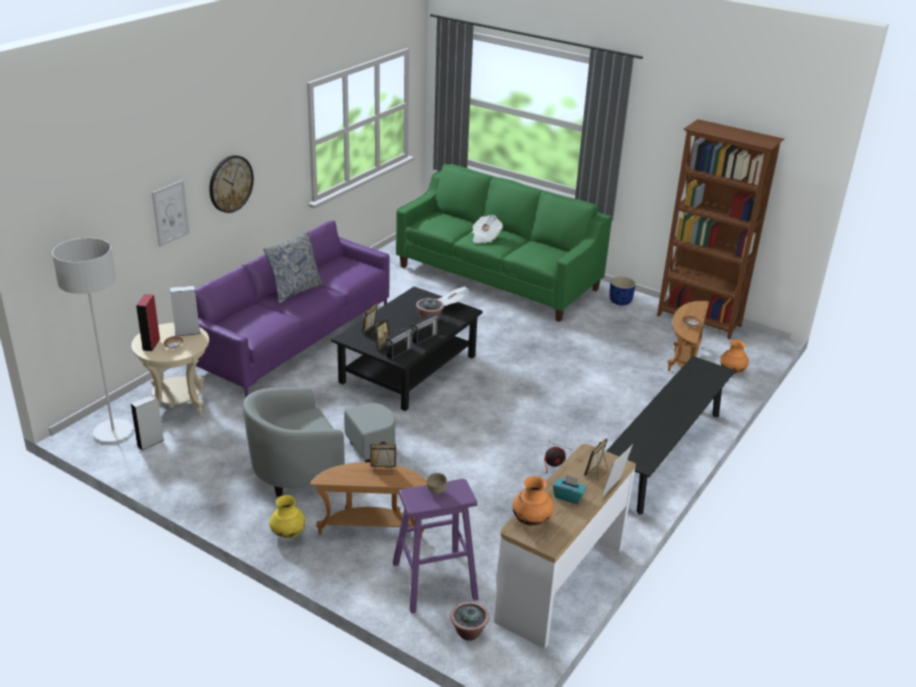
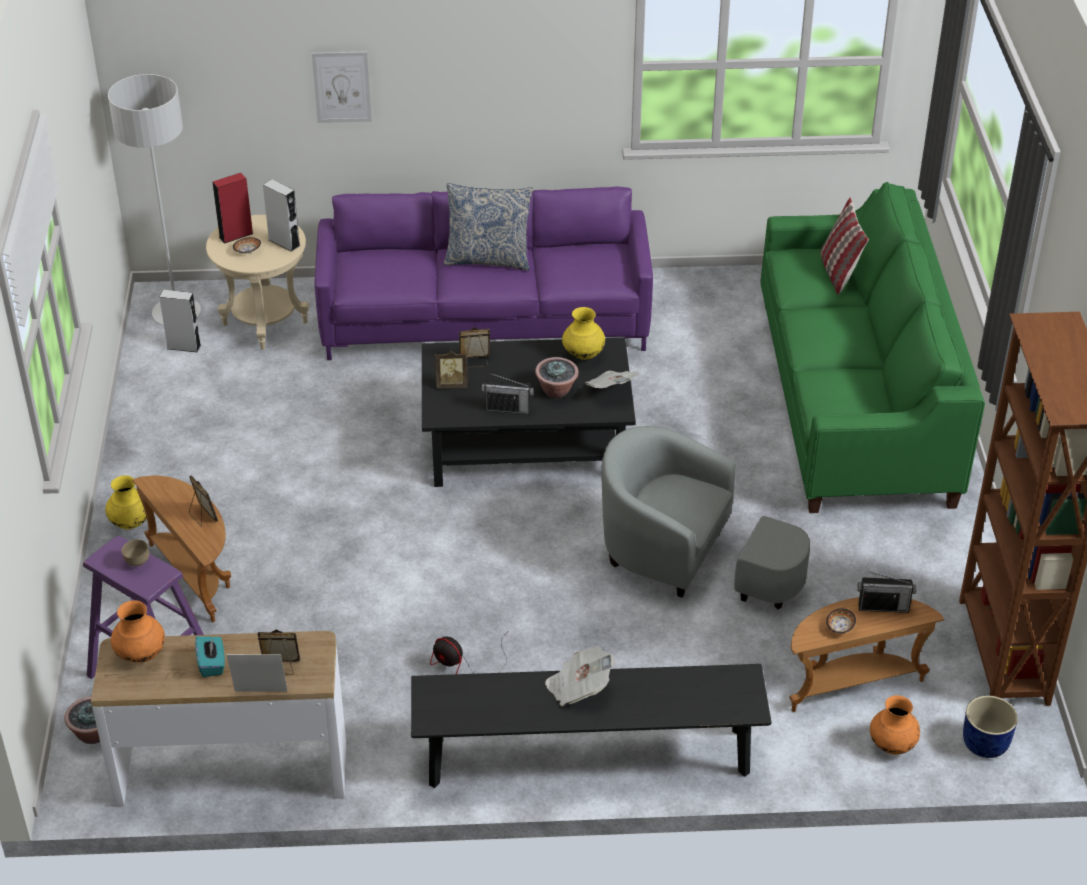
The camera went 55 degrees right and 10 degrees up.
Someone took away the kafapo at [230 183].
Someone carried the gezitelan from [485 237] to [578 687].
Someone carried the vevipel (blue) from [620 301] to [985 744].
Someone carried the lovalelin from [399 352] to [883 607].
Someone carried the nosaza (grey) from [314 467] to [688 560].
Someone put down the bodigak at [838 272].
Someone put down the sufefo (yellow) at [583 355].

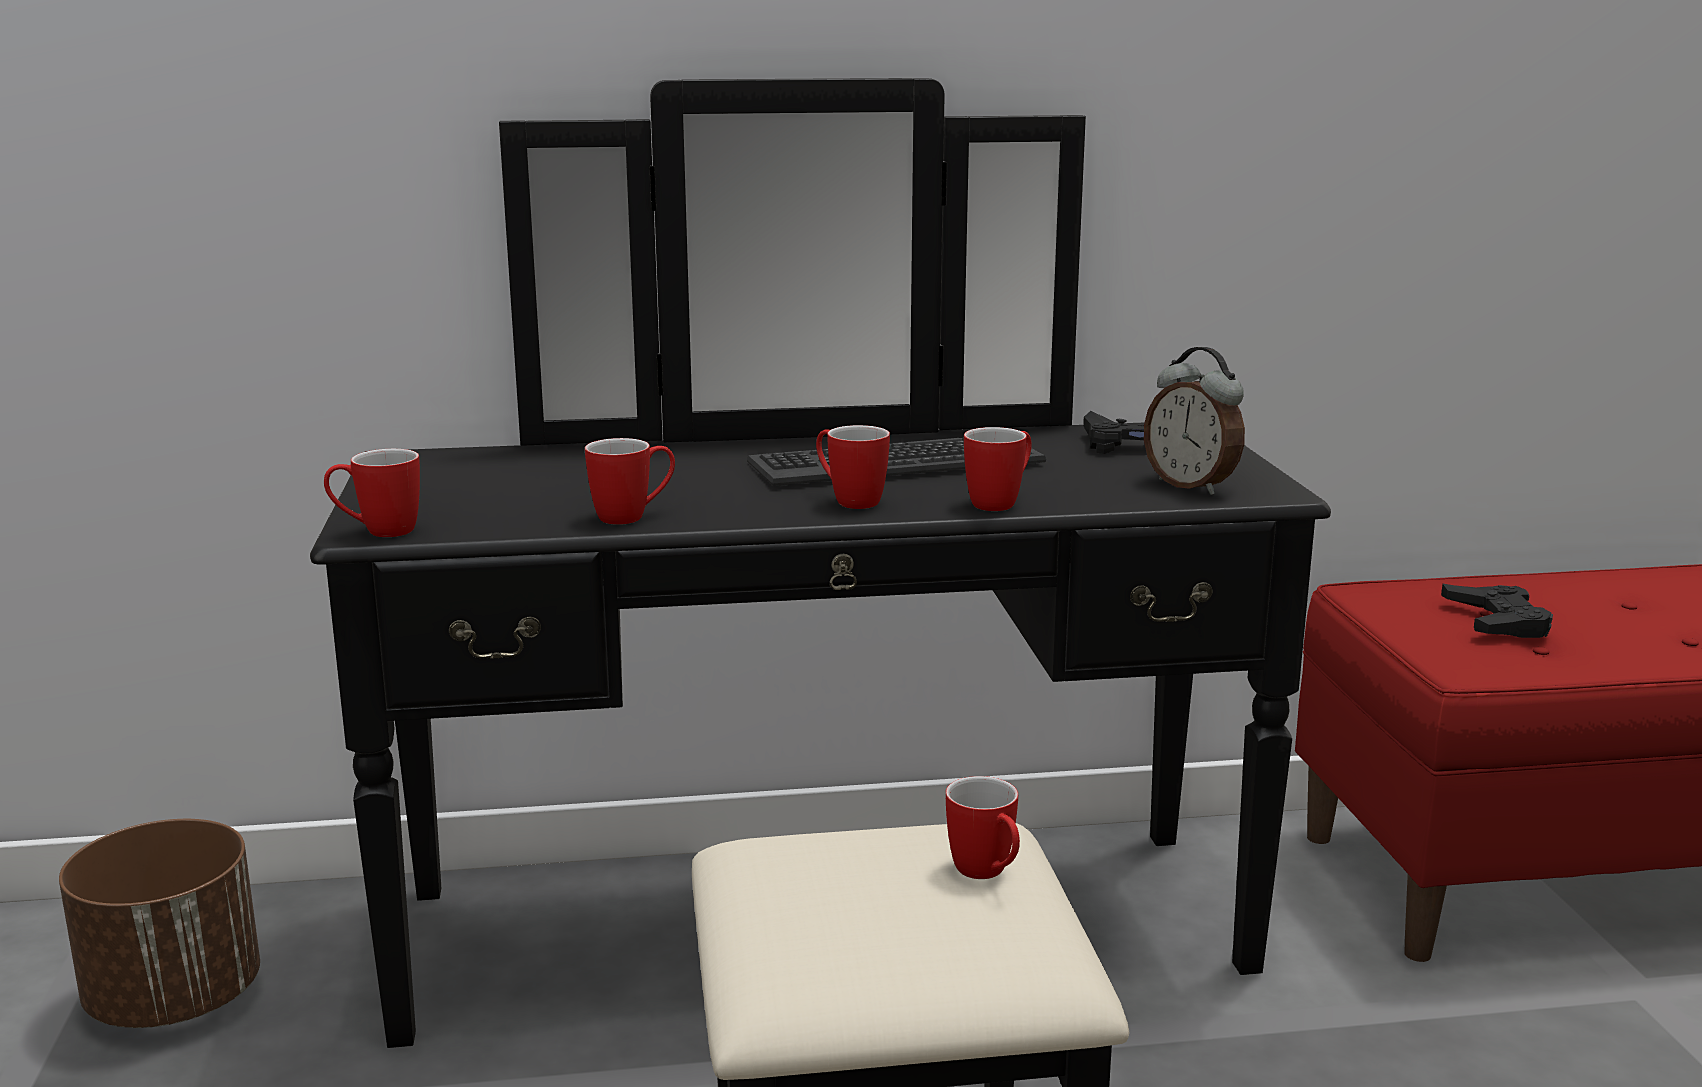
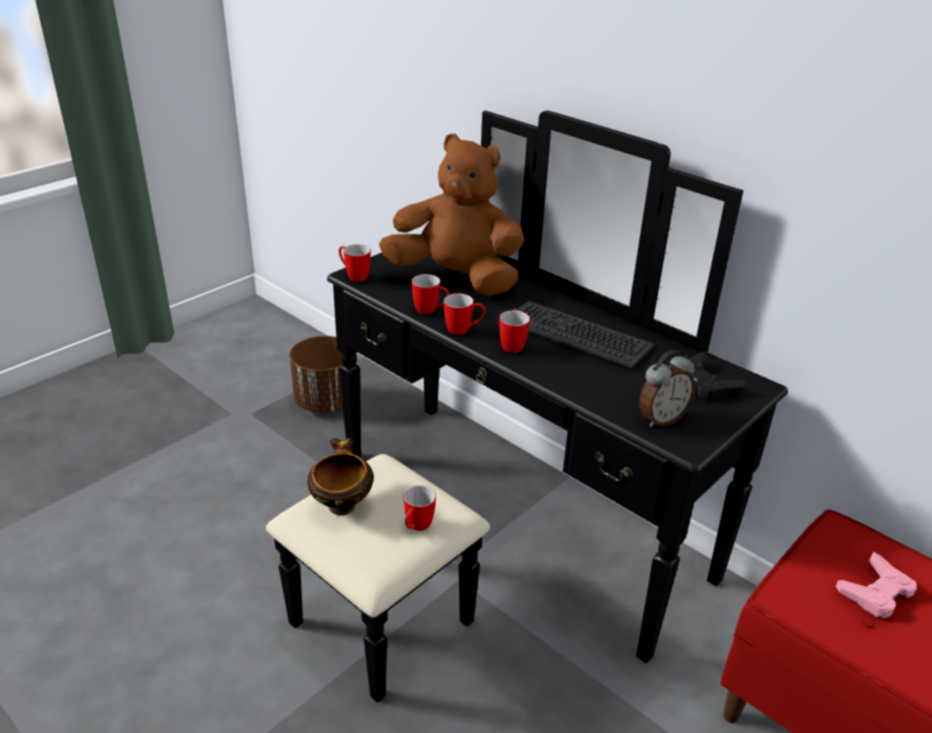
The camera went 50 degrees right and 15 degrees up.
Someone rotated the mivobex at [1192 486] by 135 degrees counterclockwise.
Someone carried the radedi from [1001 502] to [463 330].
Someone repainted the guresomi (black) at [1496 621], which became the guresomi (pink) at [876 592].
Someone put down the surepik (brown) at [456 278].
Someone put down the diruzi at [341 504].

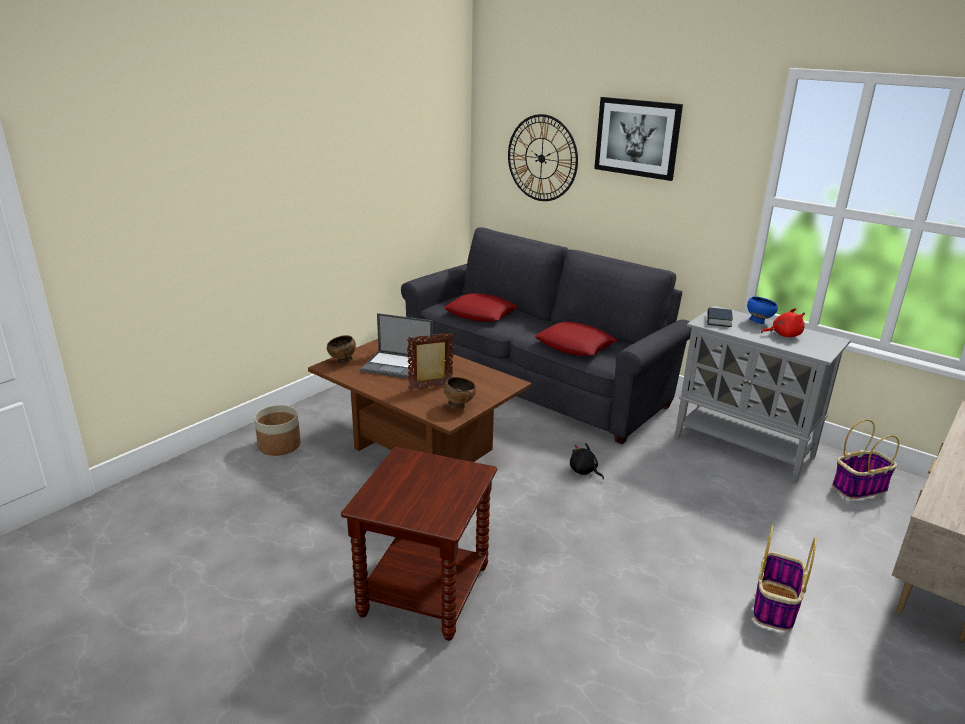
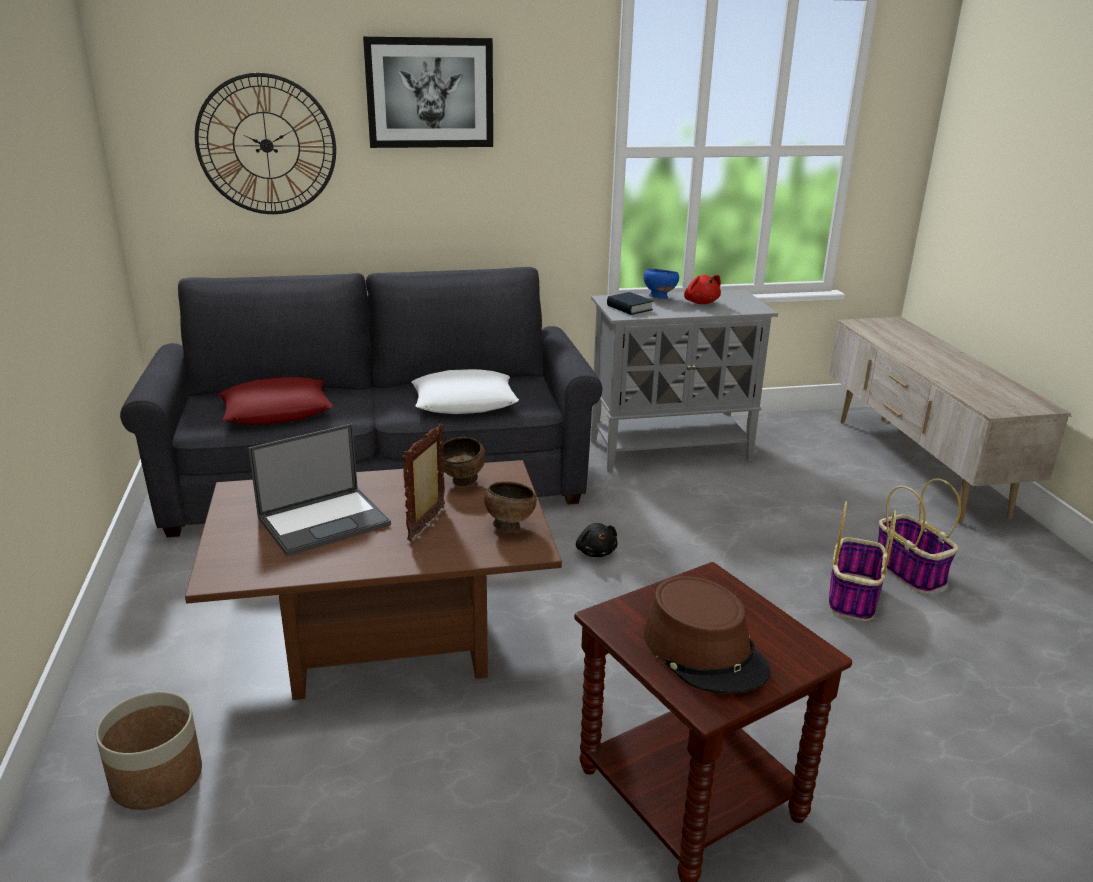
The camera went 50 degrees left and 0 degrees up.
Someone rotated the surepik (red) at [783 335] by 120 degrees clockwise.
Someone repainted the bodigak (red) at [575 345], which became the bodigak (white) at [464 402].
Someone carried the diruzi (brown) from [342 362] to [463 482].
Someone carried the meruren from [859 487] to [852 597].
Someone rotated the surepik (black) at [584 471] by 105 degrees counterclockwise.
Someone put down the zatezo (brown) at [704 651].

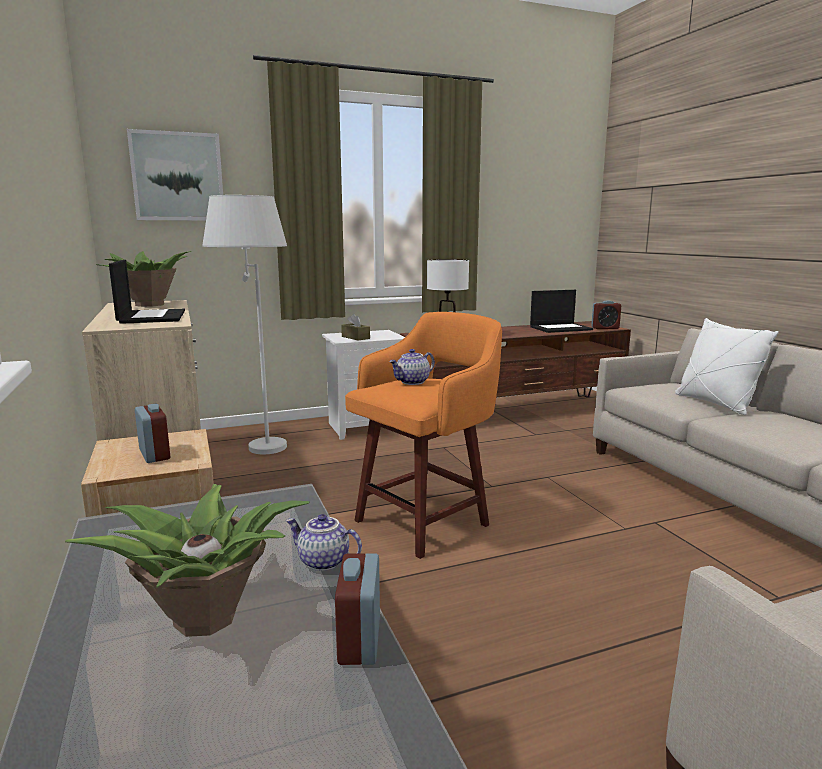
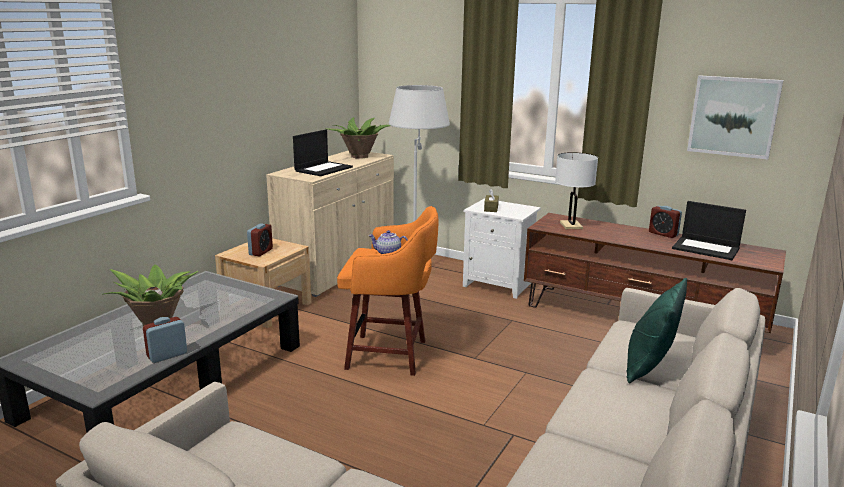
The camera went 50 degrees right and 5 degrees up.
Someone carried the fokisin from [178 177] to [733 116].
Someone carried the mivobex from [605 328] to [663 234].
Someone repainted the bodigak (white) at [715 404], which became the bodigak (green) at [648 367].
Someone took away the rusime at [322 562].

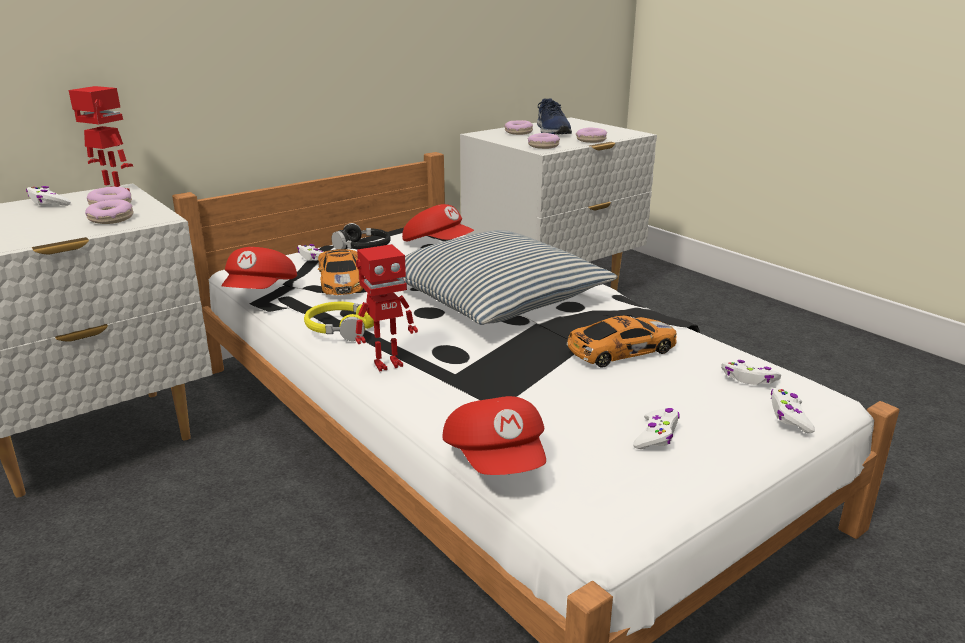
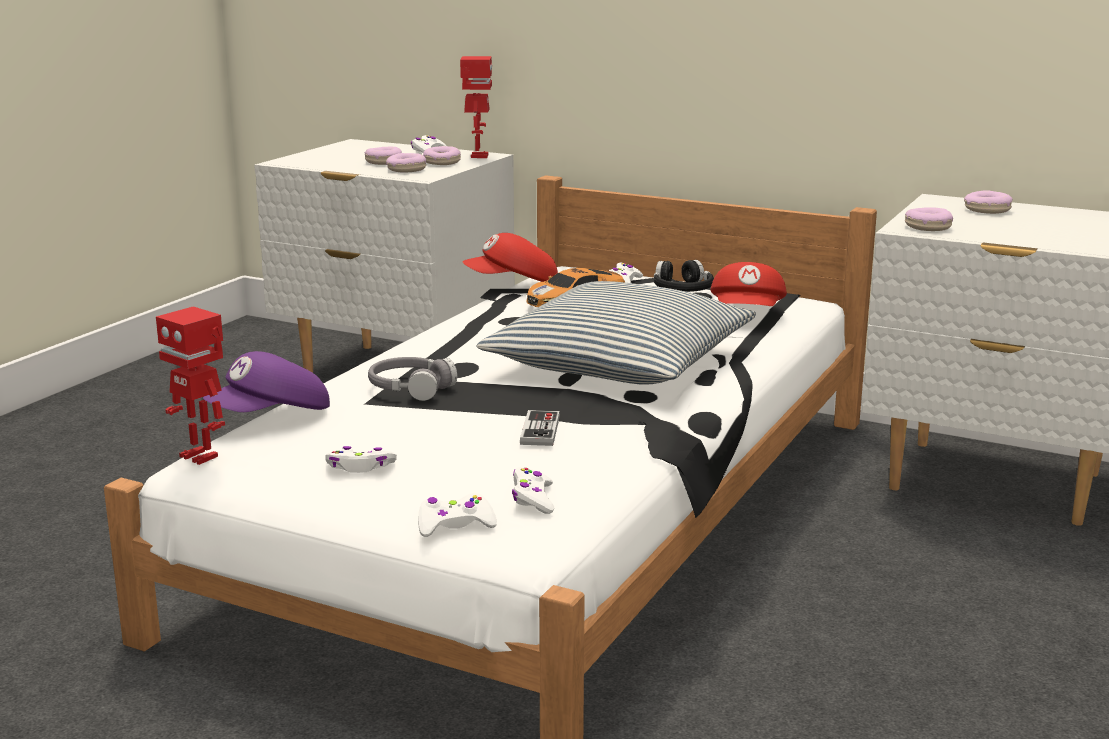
The camera went 65 degrees right and 5 degrees down.
Someone took away the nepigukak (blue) at [552 131].
Someone carried the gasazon from [591 140] to [383 162].
Someone carried the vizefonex from [387 364] to [201 456].
Someone took away the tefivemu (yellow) at [341 329].
Someone swapped the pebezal at [620 350] for the guresomi at [540 430].
Someone repainted the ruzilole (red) at [498 461], which became the ruzilole (purple) at [271 417].
Someone put down the tefivemu (grey) at [411 388].

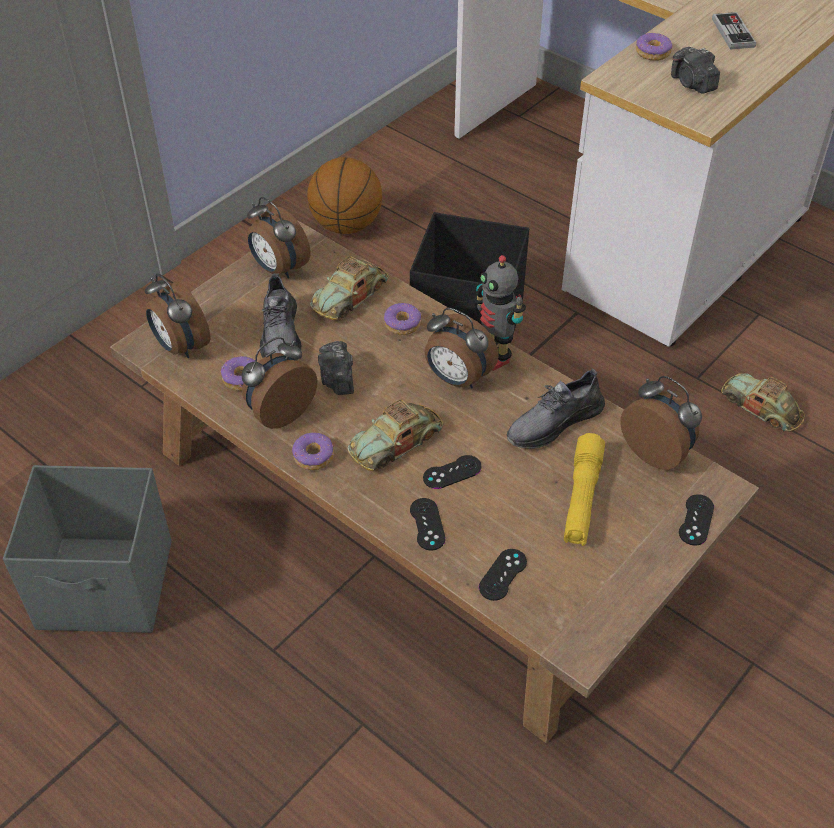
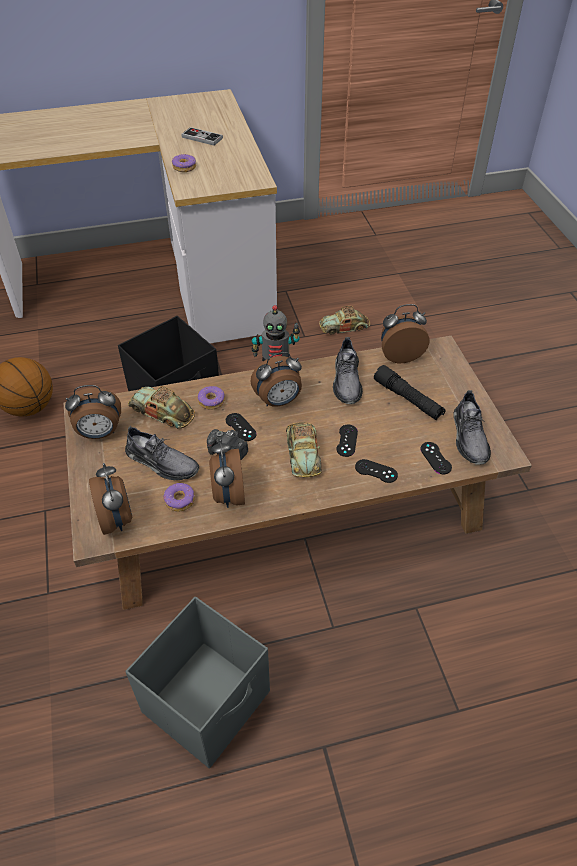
The camera went 55 degrees left and 0 degrees up.
Someone took away the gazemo at [692 84].
Someone rotated the pebezal at [350 296] by 135 degrees clockwise.
Someone rotated the mivobex at [180 346] by 105 degrees counterclockwise.
Someone took away the gasazon at [314 456].
Someone repainted the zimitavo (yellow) at [582 498], which became the zimitavo (black) at [408 399].
Someone carried the guresomi (black) from [696 520] to [240 427].
Someone put down the nepigukak (grey) at [469 437].

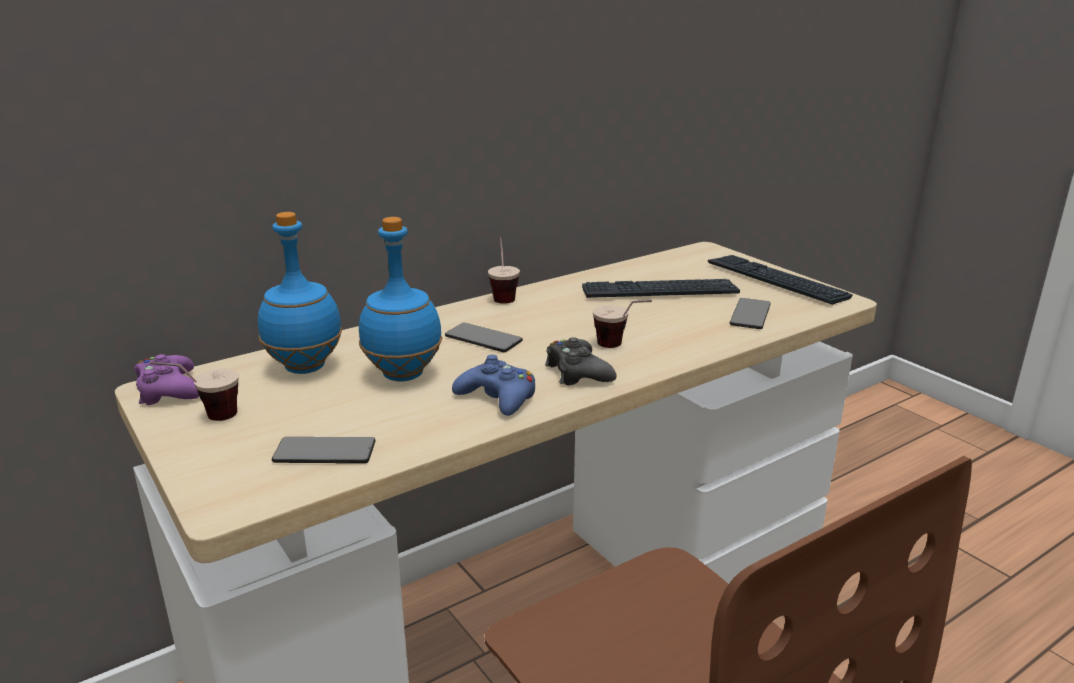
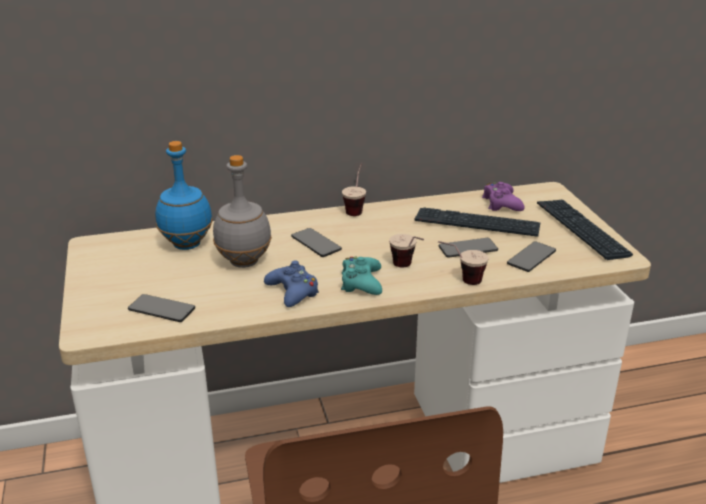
The camera went 20 degrees right and 5 degrees up.
Someone repainted the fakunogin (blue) at [404 374], which became the fakunogin (grey) at [245 262].
Someone repainted the guresomi (black) at [577 372], which became the guresomi (turquoise) at [361 282].
Someone carried the guresomi (purple) from [168 390] to [501 203].
Someone carried the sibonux from [204 418] to [460 281].
Someone put down the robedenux at [468 249].

